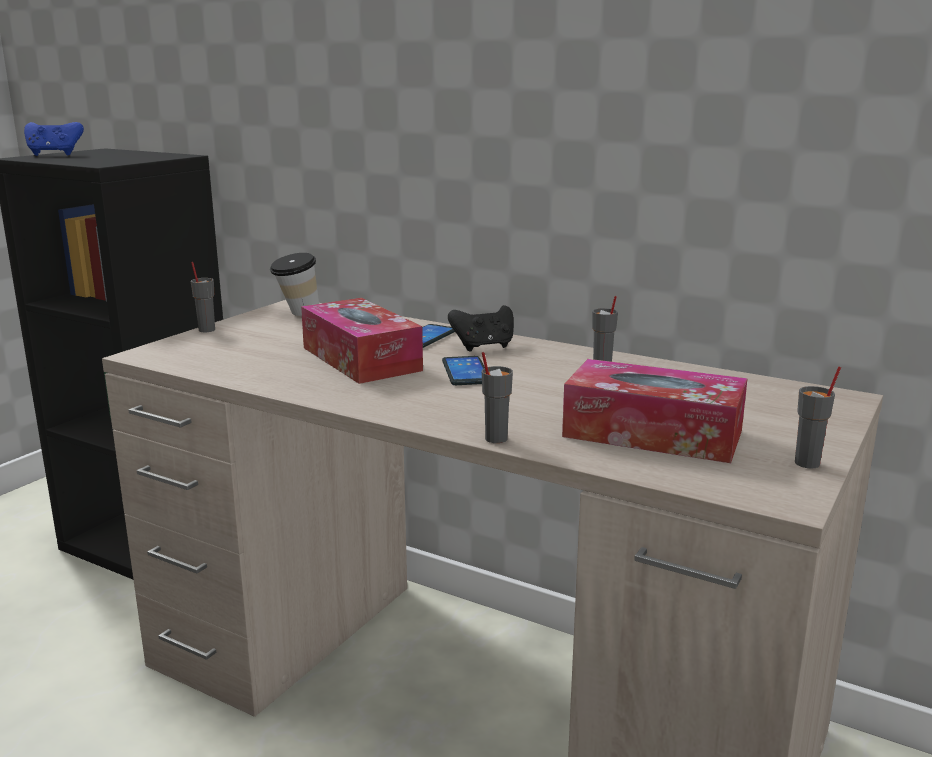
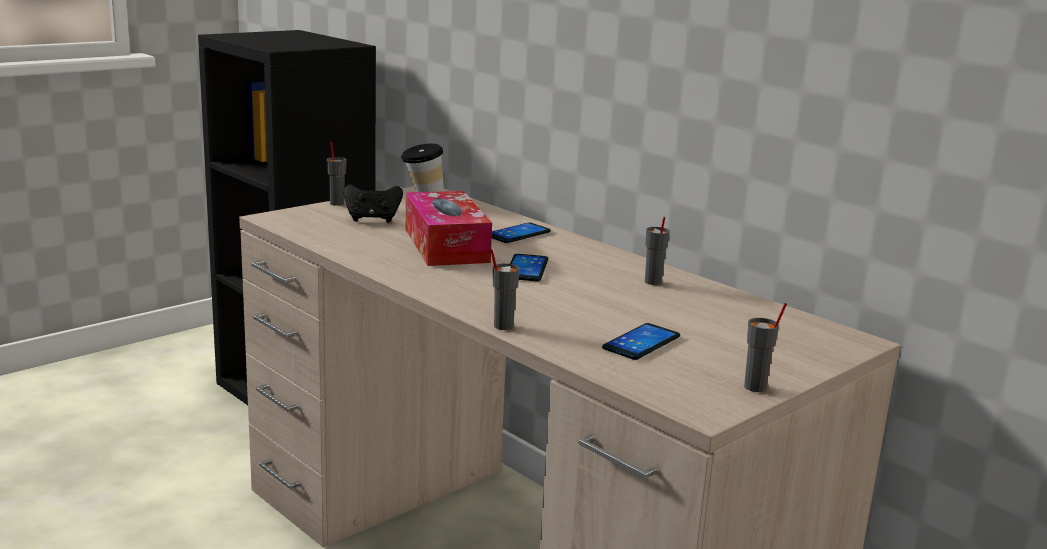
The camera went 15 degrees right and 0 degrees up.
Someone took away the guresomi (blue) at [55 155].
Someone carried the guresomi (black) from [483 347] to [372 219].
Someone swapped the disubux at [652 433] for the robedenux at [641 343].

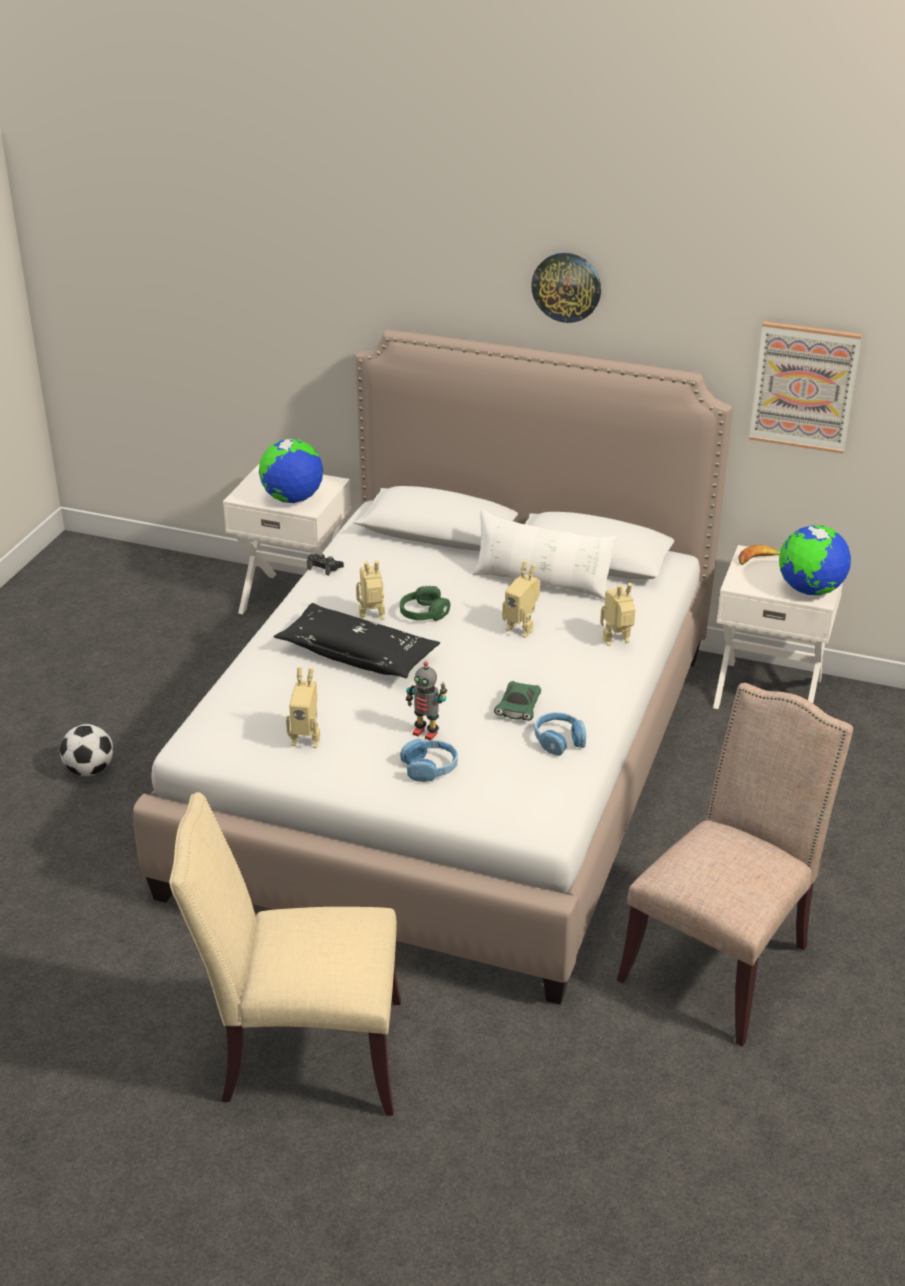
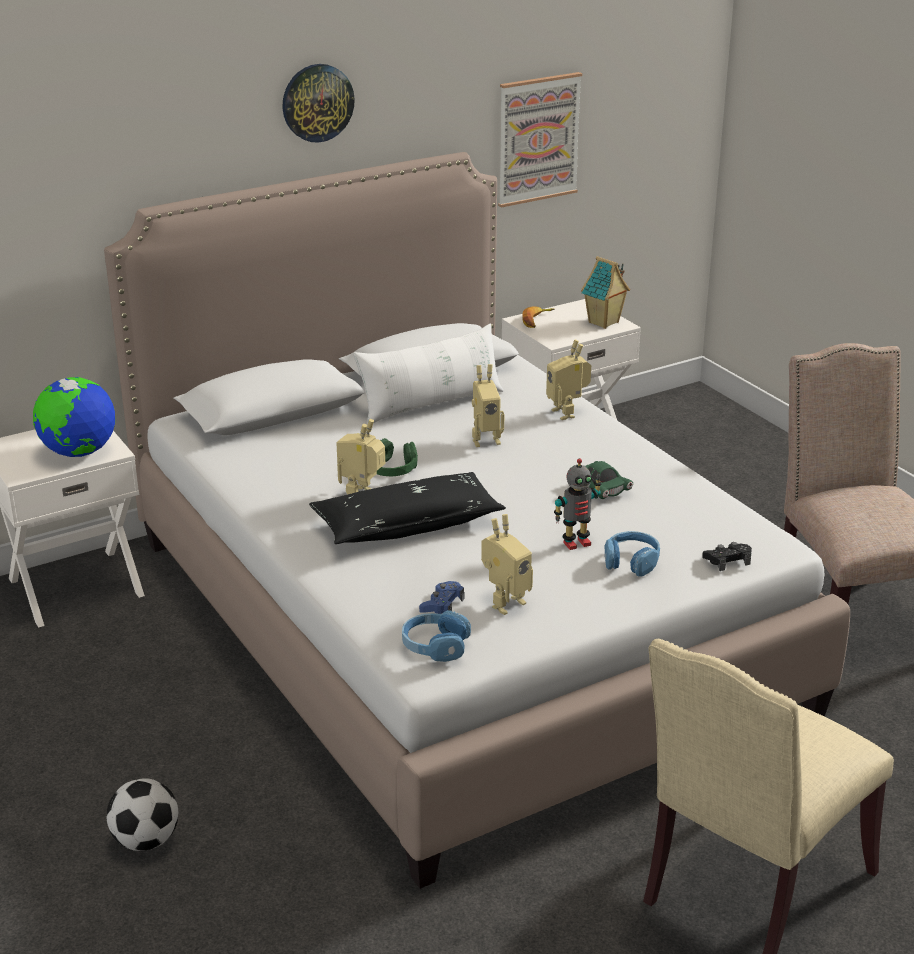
The camera went 50 degrees left and 5 degrees down.
Someone swapped the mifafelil at [810 590] for the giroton at [604 323].
Someone carried the guresomi (black) from [324 567] to [727 560].
Someone rotated the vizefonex at [617 643] by 45 degrees counterclockwise.
Someone carried the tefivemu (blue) from [559 740] to [435 646].
Someone put down the guresomi (blue) at [442 604].

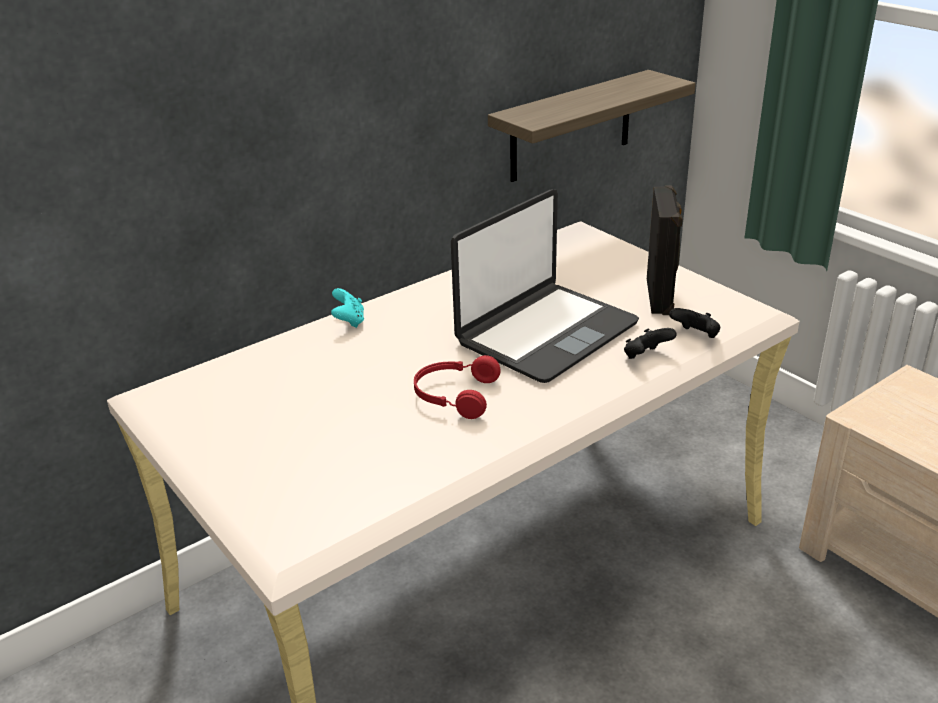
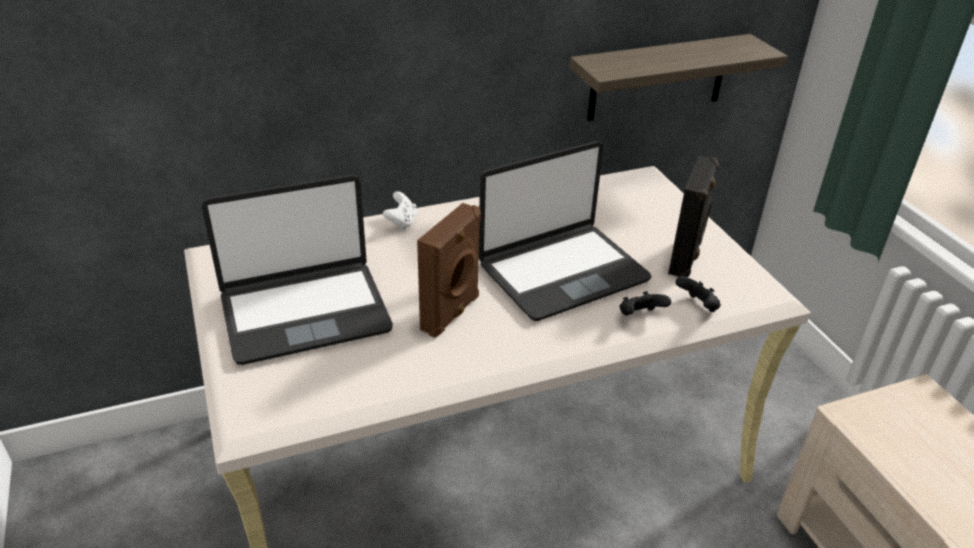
The camera went 15 degrees right and 5 degrees up.
Someone repainted the guresomi (turquoise) at [349 321], which became the guresomi (white) at [401 222].
Someone swapped the tefivemu (red) at [454 396] for the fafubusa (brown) at [452 314].
Someone put down the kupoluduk at [305 312].

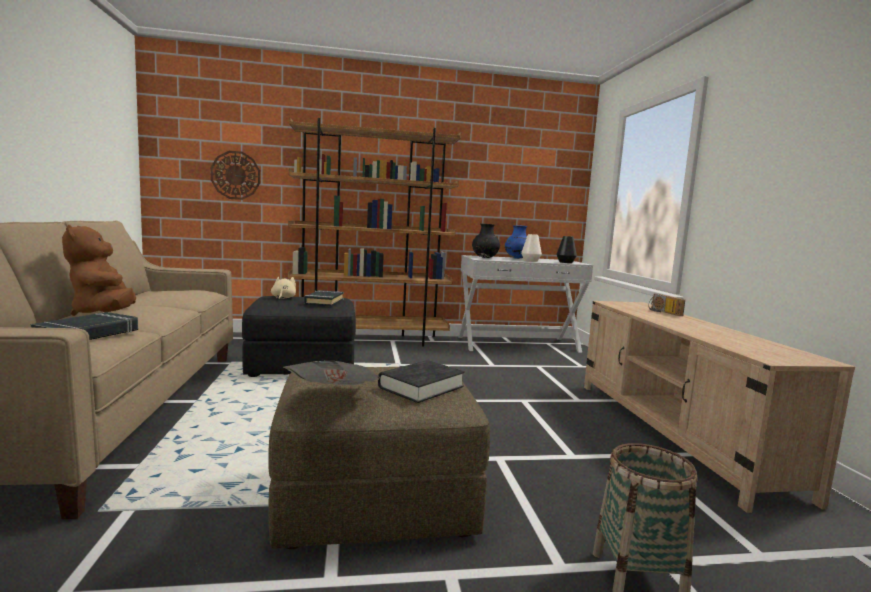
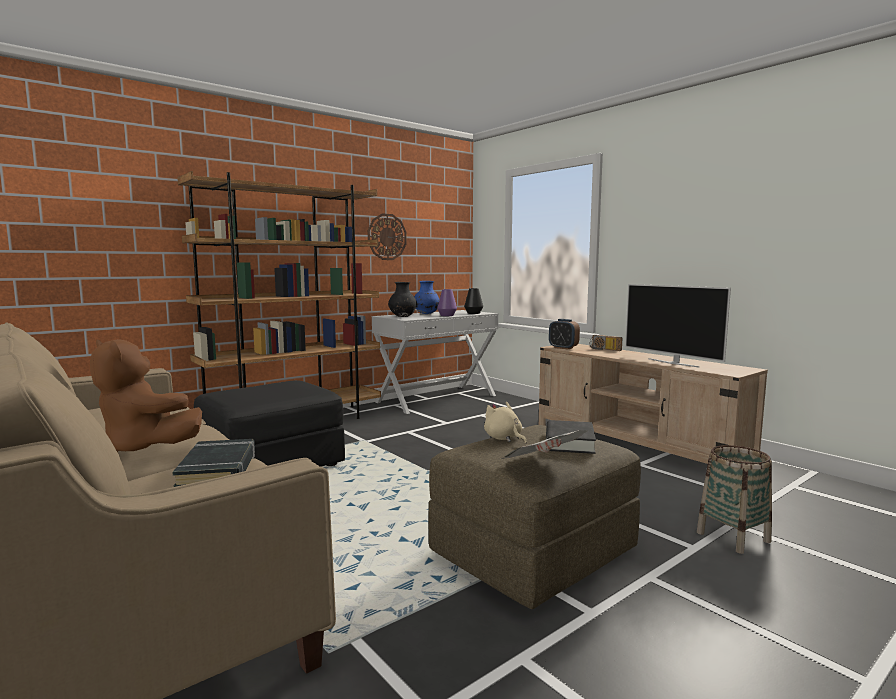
The camera went 30 degrees left and 0 degrees up.
Someone carried the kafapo from [235 175] to [386 237].
Someone repainted the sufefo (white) at [530 261], which became the sufefo (purple) at [447 315].
Someone carried the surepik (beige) from [283 298] to [504 438].
Someone took away the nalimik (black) at [323 302].
Someone put down the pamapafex at [673 363].
Someone put down the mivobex at [563 348].

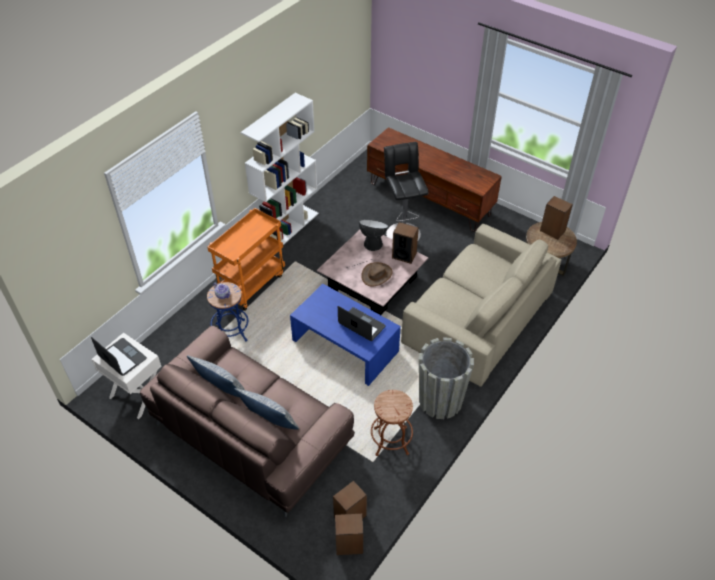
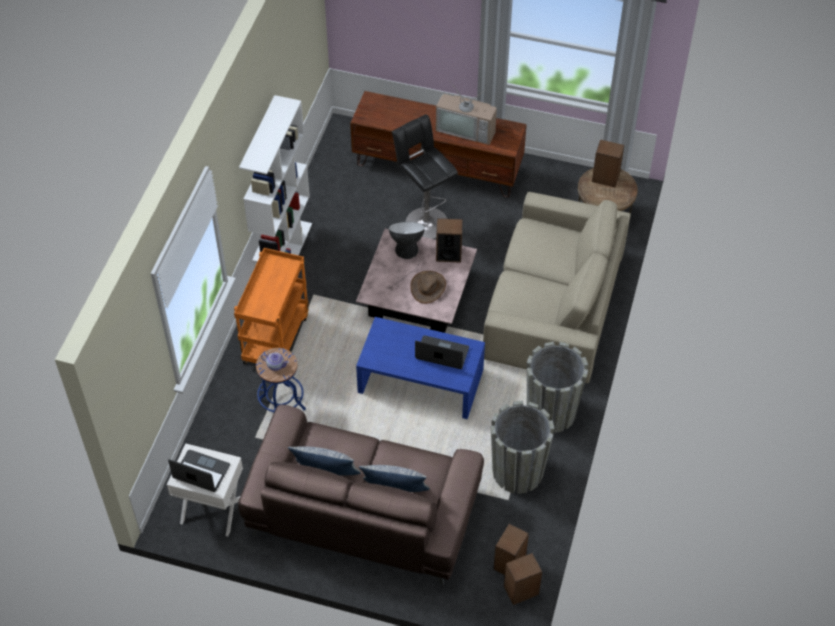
The camera went 20 degrees left and 5 degrees up.
Someone swapped the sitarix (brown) at [391 441] for the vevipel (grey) at [517 471].
Someone put down the pamapafex at [467 129].

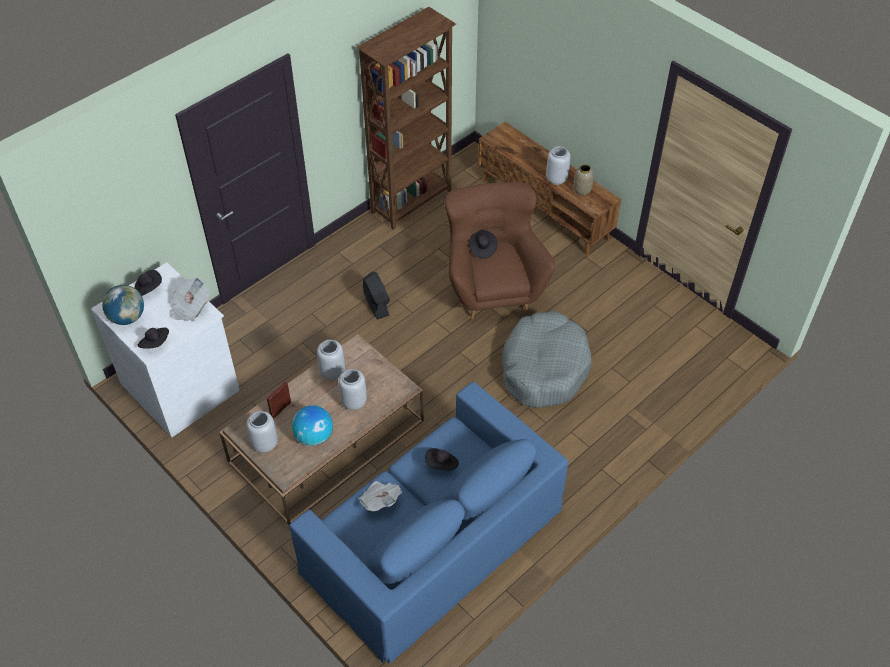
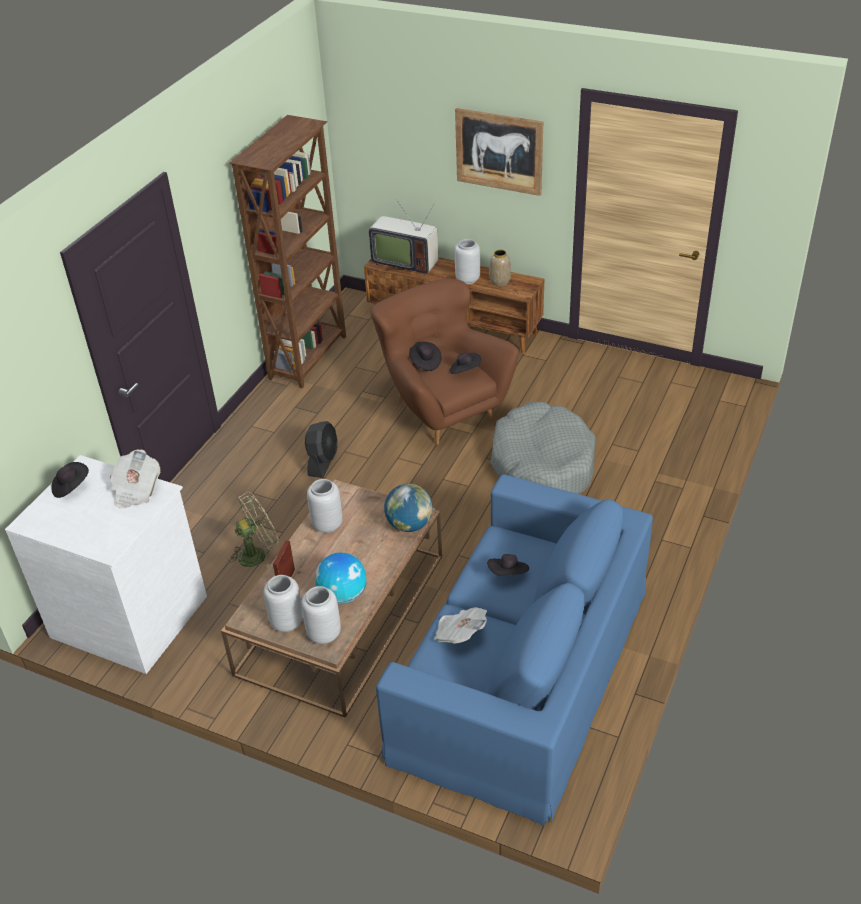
The camera went 20 degrees left and 10 degrees down.
Someone rotated the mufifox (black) at [376 304] by 60 degrees clockwise.
Someone carried the mifafelil from [127 317] to [409 524].
Someone carried the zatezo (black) from [155 343] to [465 370].
Someone carried the sufefo (grey) from [353 401] to [323 634].
Someone put up the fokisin at [499 151].
Someone put down the pamapafex at [405 262].
Someone put down the mufifox (green) at [257 554].

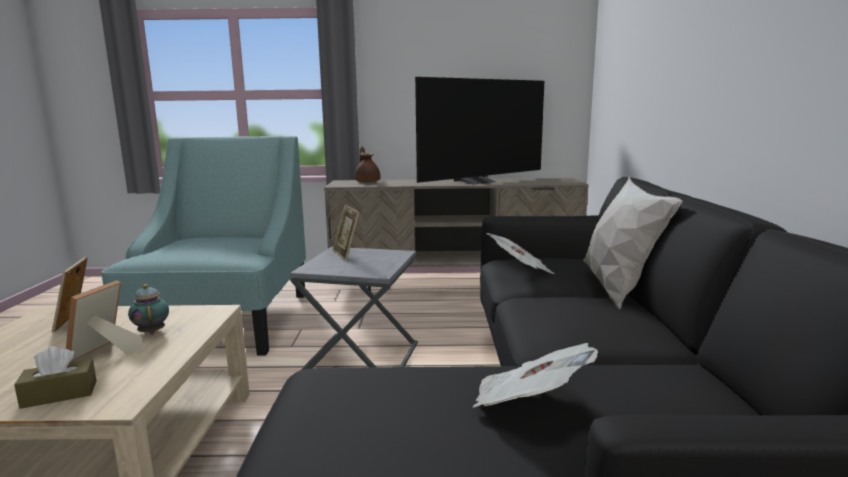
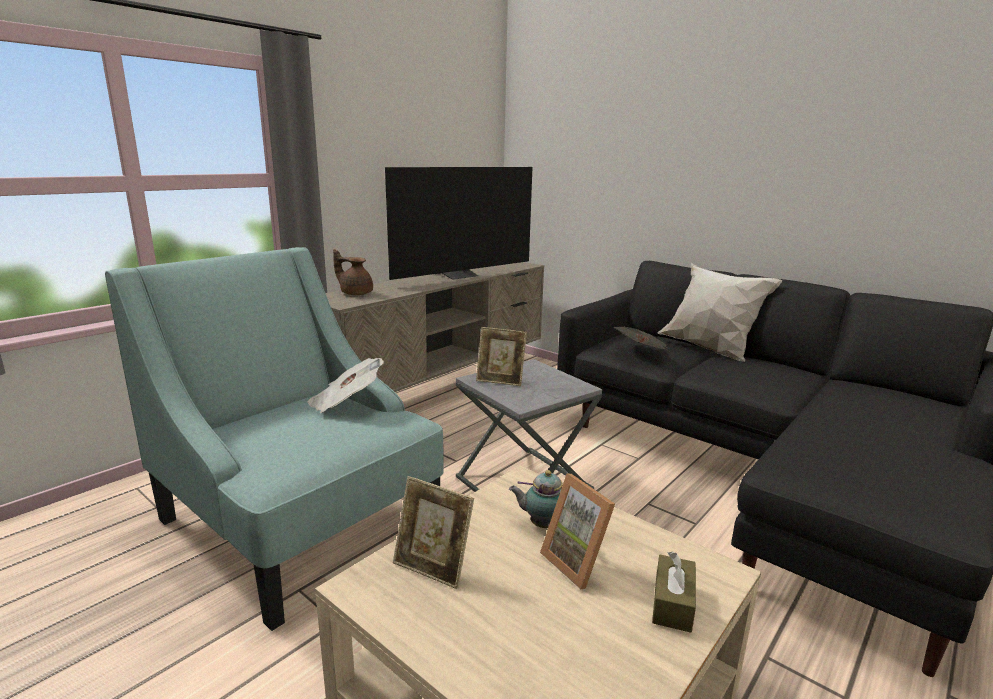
The camera went 50 degrees left and 5 degrees up.
Someone rotated the pamapafex at [478 182] by 45 degrees clockwise.
Someone carried the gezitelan from [528 404] to [345 403].

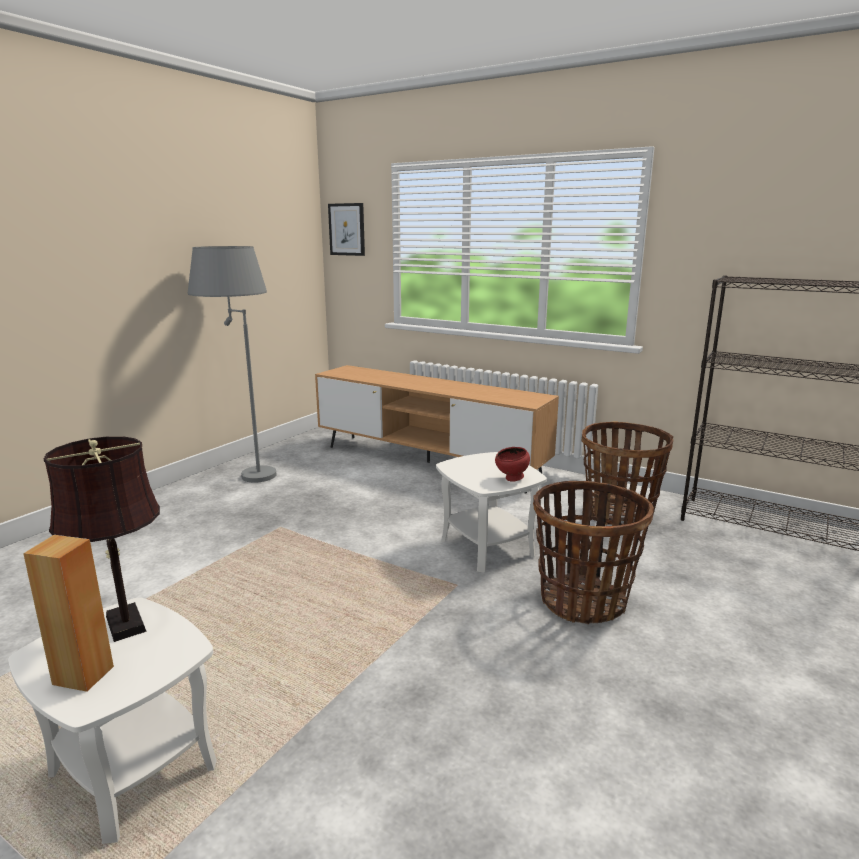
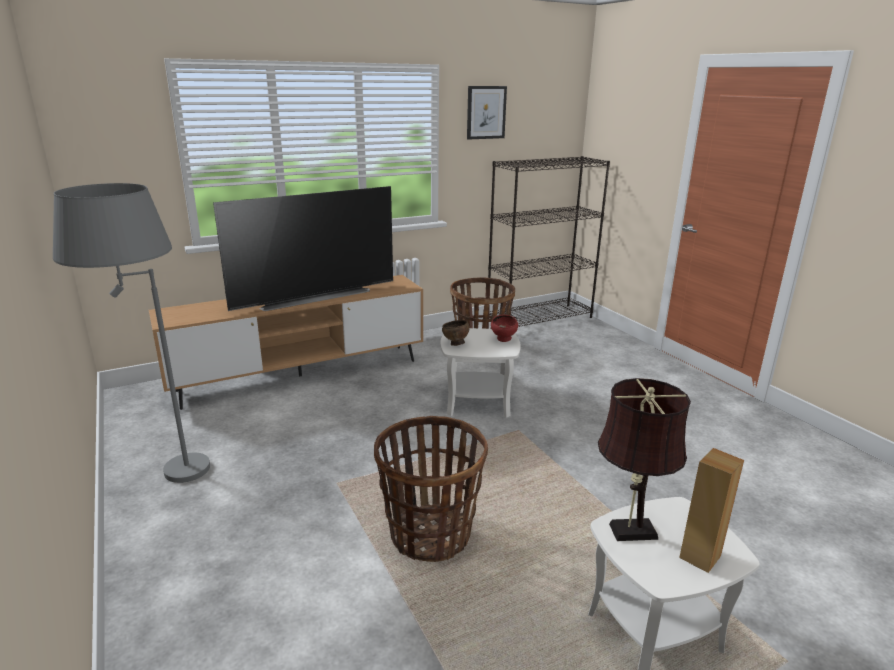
The camera went 60 degrees left and 5 degrees up.
Someone carried the fokisin from [347 229] to [486 112].
Someone carried the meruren from [583 601] to [430 534].
Someone put down the pamapafex at [314 296].
Someone put down the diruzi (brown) at [455 344].

